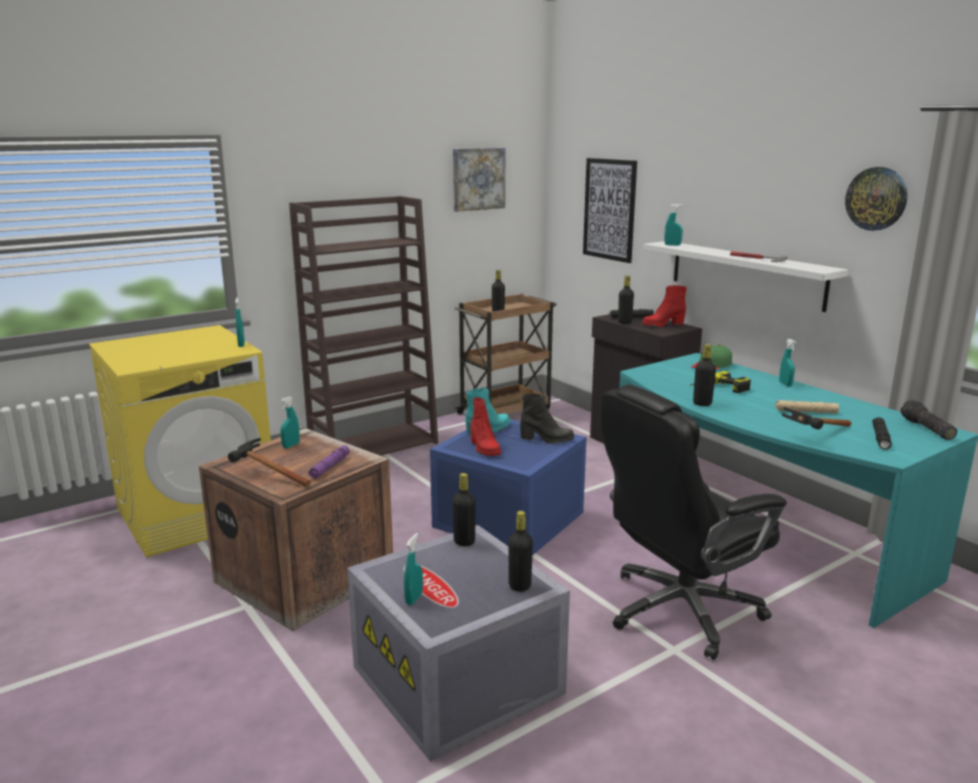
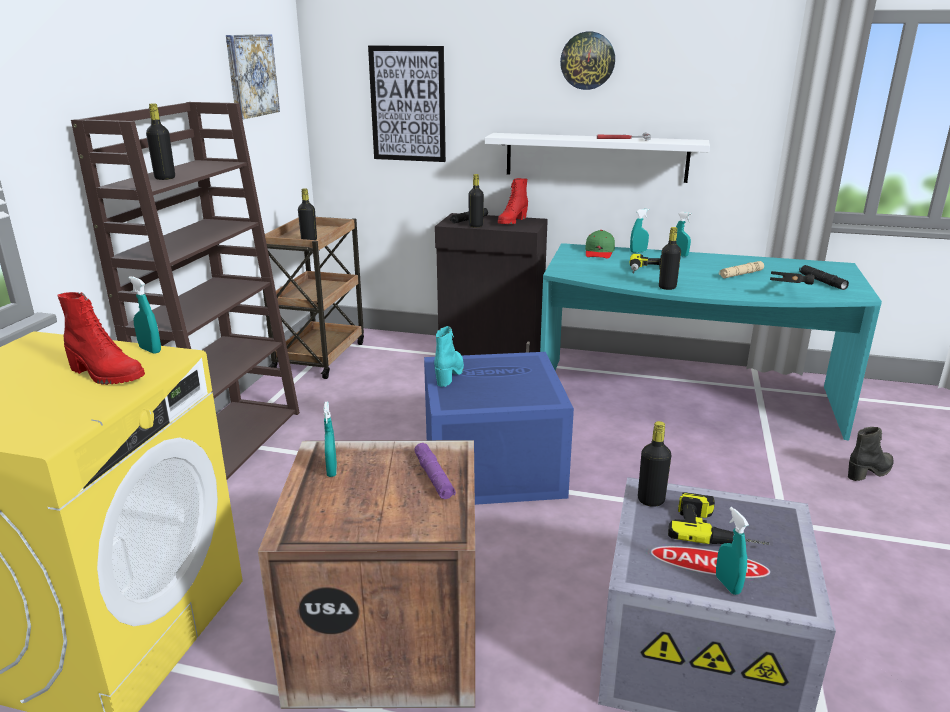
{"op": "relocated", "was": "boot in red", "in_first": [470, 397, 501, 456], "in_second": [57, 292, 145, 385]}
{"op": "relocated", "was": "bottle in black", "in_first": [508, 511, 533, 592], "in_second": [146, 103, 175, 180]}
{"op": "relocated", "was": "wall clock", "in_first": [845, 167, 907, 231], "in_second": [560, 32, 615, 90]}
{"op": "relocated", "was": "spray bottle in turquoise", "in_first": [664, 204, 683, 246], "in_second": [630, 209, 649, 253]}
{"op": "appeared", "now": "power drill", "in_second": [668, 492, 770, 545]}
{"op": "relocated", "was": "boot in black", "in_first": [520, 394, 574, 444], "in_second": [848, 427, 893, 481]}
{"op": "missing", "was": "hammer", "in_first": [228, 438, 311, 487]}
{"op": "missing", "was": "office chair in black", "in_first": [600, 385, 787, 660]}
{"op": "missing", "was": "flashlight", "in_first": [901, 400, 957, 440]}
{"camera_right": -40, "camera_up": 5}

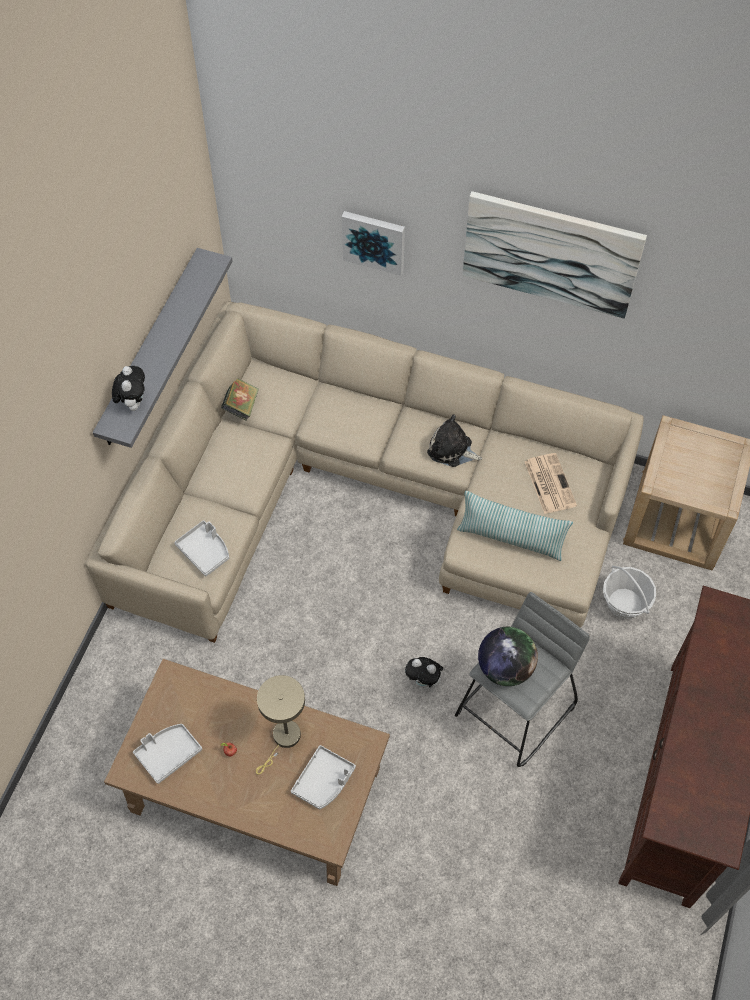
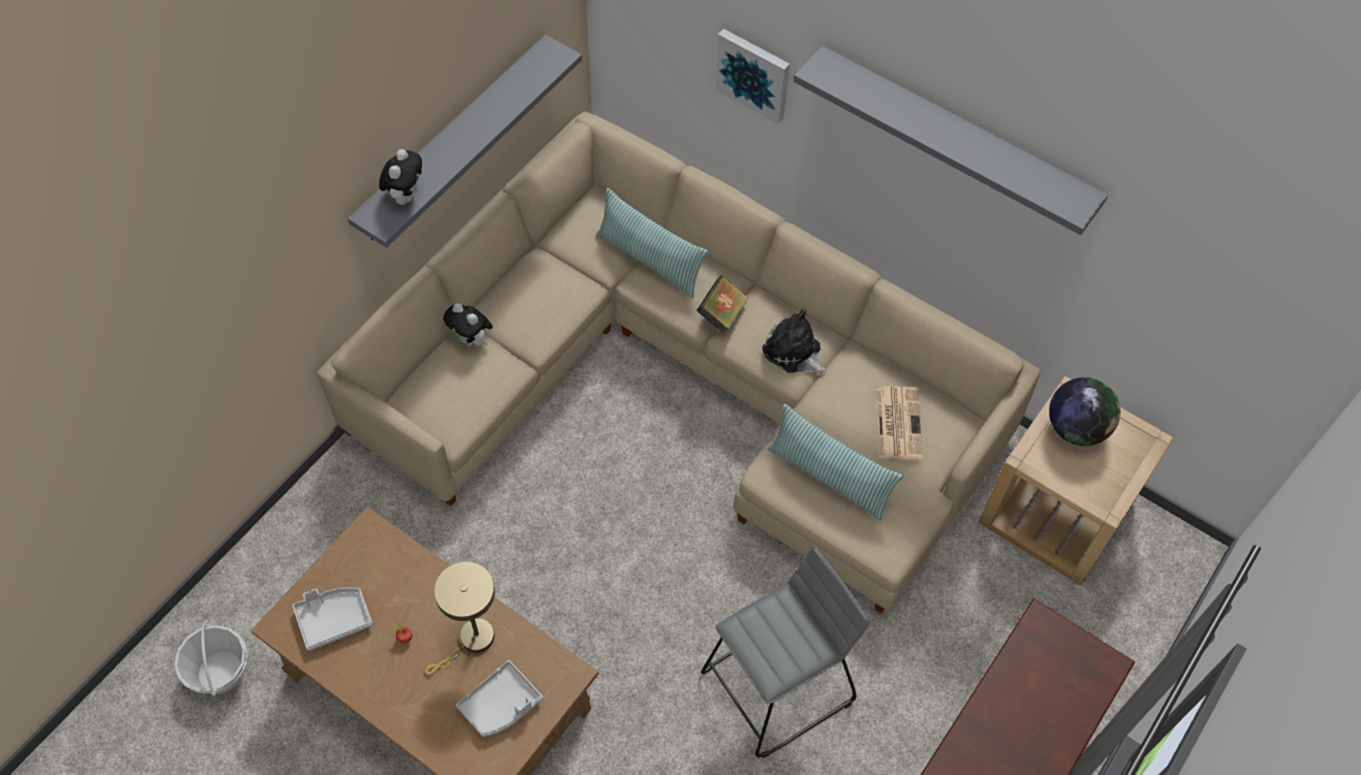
{"op": "relocated", "was": "basket", "in_first": [603, 565, 656, 619], "in_second": [174, 620, 248, 696]}
{"op": "relocated", "was": "plush toy", "in_first": [405, 657, 444, 688], "in_second": [443, 303, 493, 346]}
{"op": "appeared", "now": "pillow", "in_second": [596, 188, 708, 298]}
{"op": "relocated", "was": "book", "in_first": [221, 378, 259, 421], "in_second": [696, 275, 749, 334]}
{"op": "exchanged", "was": "picture", "now": "shelf in grey", "in_first": [463, 191, 647, 319], "in_second": [793, 45, 1108, 235]}
{"op": "relocated", "was": "globe", "in_first": [478, 627, 538, 686], "in_second": [1049, 377, 1120, 446]}
{"op": "missing", "was": "tray in grey", "in_first": [174, 520, 229, 576]}
{"camera_right": 15, "camera_up": 0}

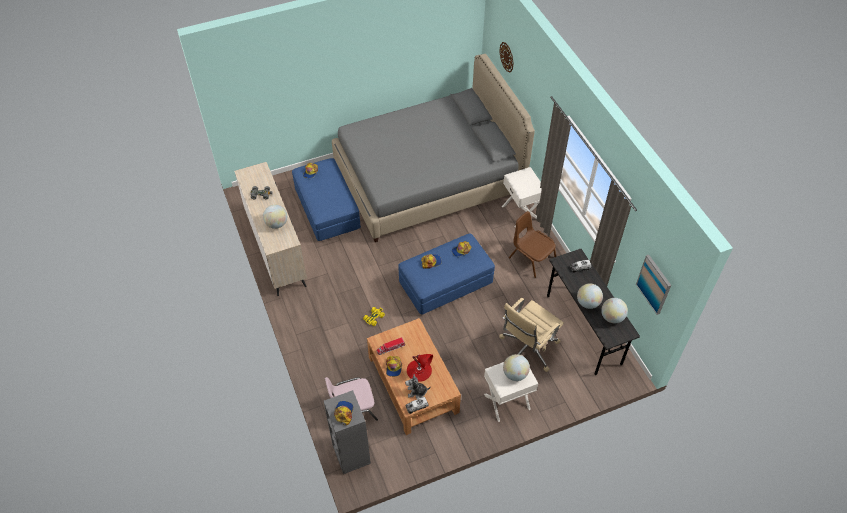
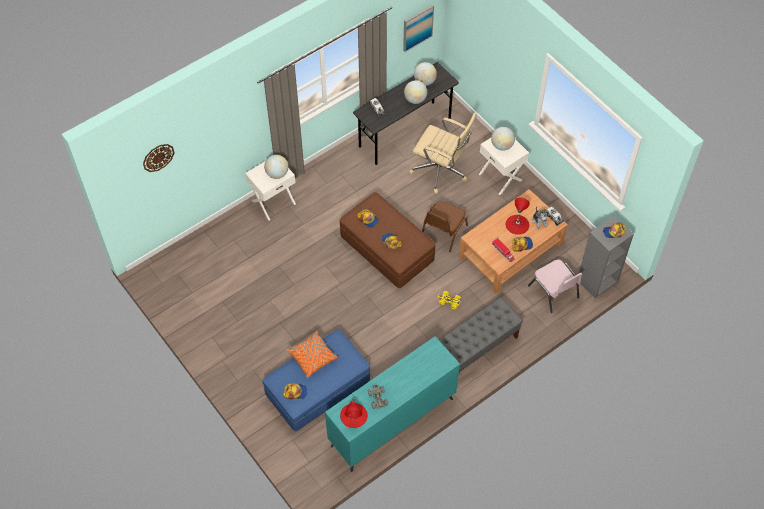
{"op": "relocated", "was": "globe", "in_first": [263, 204, 287, 229], "in_second": [264, 155, 288, 179]}
{"op": "appeared", "now": "pillow in orange", "in_second": [286, 331, 338, 378]}
{"op": "colour", "was": "dresser in beige", "now": "dresser in turquoise", "in_first": [234, 162, 307, 296], "in_second": [325, 336, 460, 472]}
{"op": "colour", "was": "ottoman in blue", "now": "ottoman in brown", "in_first": [398, 233, 495, 315], "in_second": [340, 192, 436, 288]}
{"op": "appeared", "now": "table lamp in red", "in_second": [340, 398, 368, 428]}
{"op": "relocated", "was": "chair in brown", "in_first": [509, 211, 556, 278], "in_second": [422, 201, 468, 252]}
{"op": "appeared", "now": "bench in grey", "in_second": [439, 297, 523, 372]}
{"op": "missing", "was": "bed in grey", "in_first": [332, 54, 535, 242]}
{"camera_right": -105, "camera_up": 5}

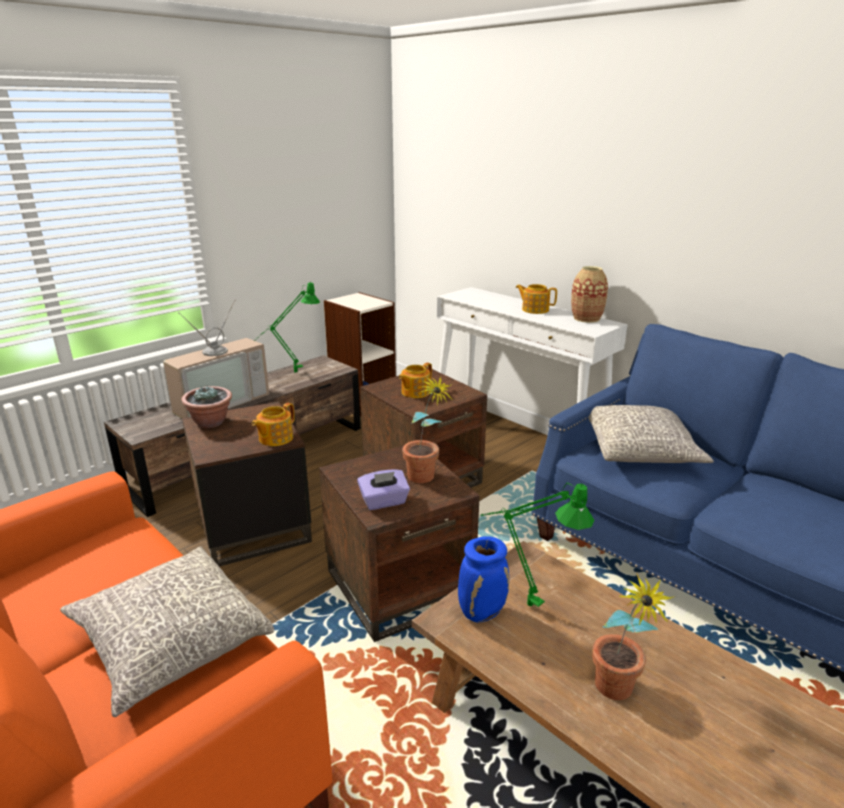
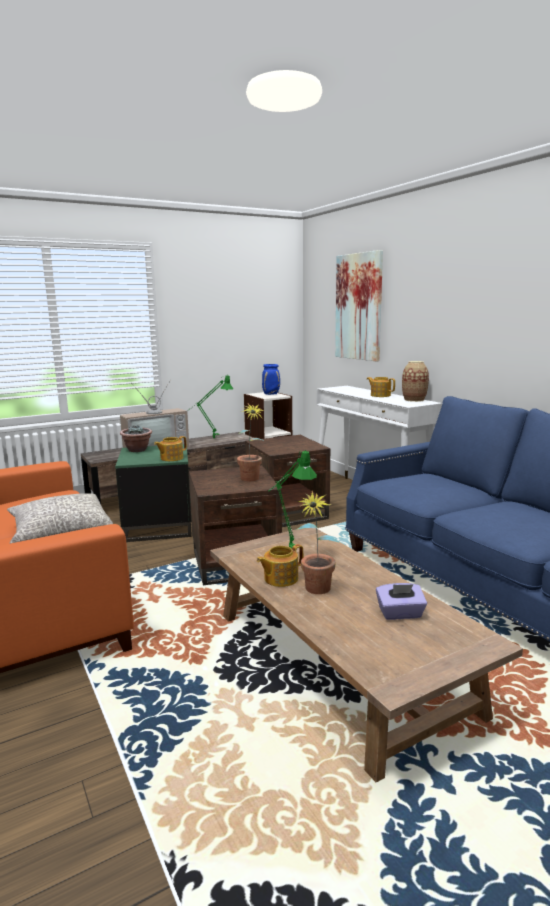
{"op": "colour", "was": "side table in brown", "now": "side table in green", "in_first": [182, 402, 312, 566], "in_second": [115, 444, 192, 542]}
{"op": "relocated", "was": "teapot", "in_first": [399, 363, 432, 398], "in_second": [257, 544, 303, 587]}
{"op": "relocated", "was": "vase in blue", "in_first": [458, 536, 509, 622], "in_second": [262, 364, 280, 395]}
{"op": "appeared", "now": "picture", "in_second": [335, 250, 383, 362]}
{"op": "relocated", "was": "tissue box in purple", "in_first": [357, 469, 410, 510], "in_second": [376, 583, 427, 620]}
{"op": "missing", "was": "pillow in grey", "in_first": [589, 405, 714, 463]}
{"camera_right": 15, "camera_up": -10}

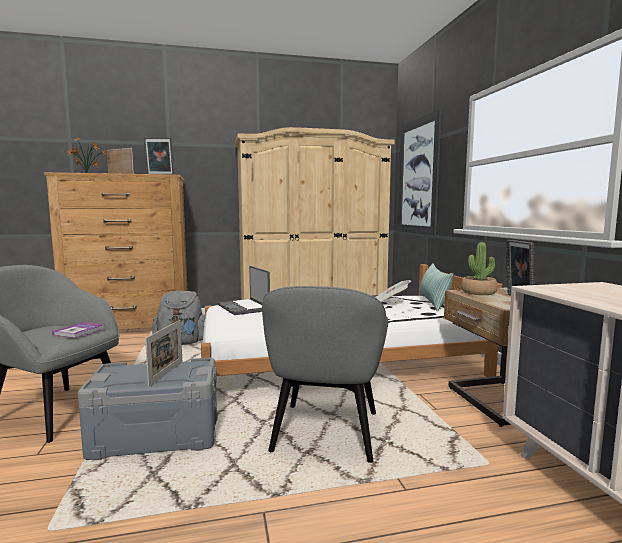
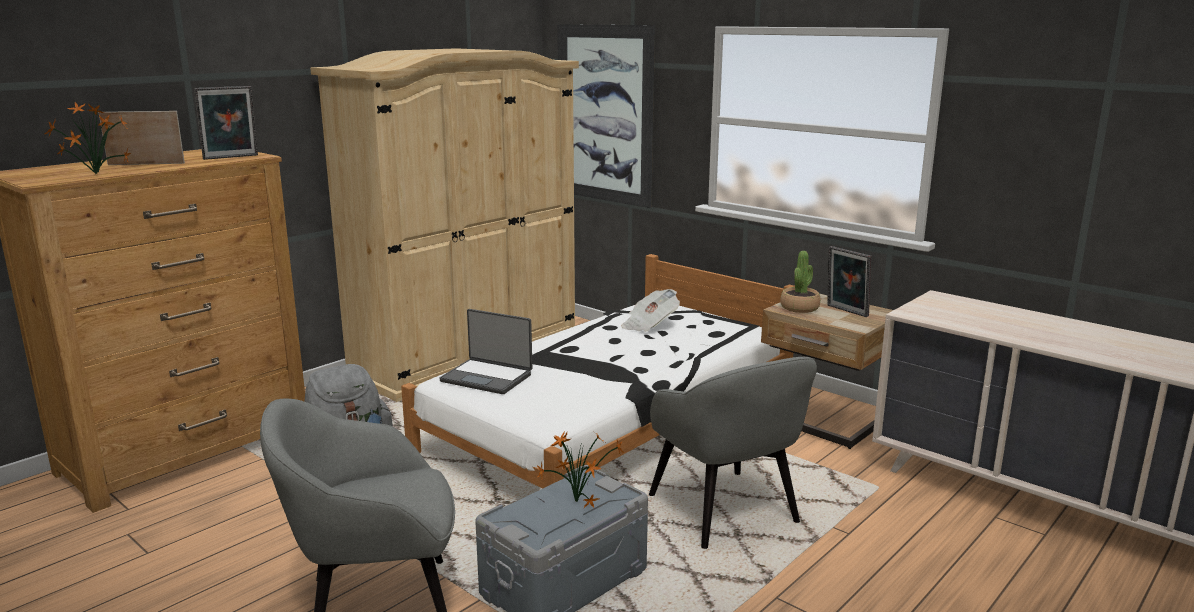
{"op": "exchanged", "was": "picture frame", "now": "potted plant", "in_first": [145, 320, 182, 387], "in_second": [537, 432, 624, 508]}
{"op": "missing", "was": "book", "in_first": [52, 322, 105, 338]}
{"op": "missing", "was": "pillow", "in_first": [420, 263, 453, 311]}
{"camera_right": -35, "camera_up": 10}

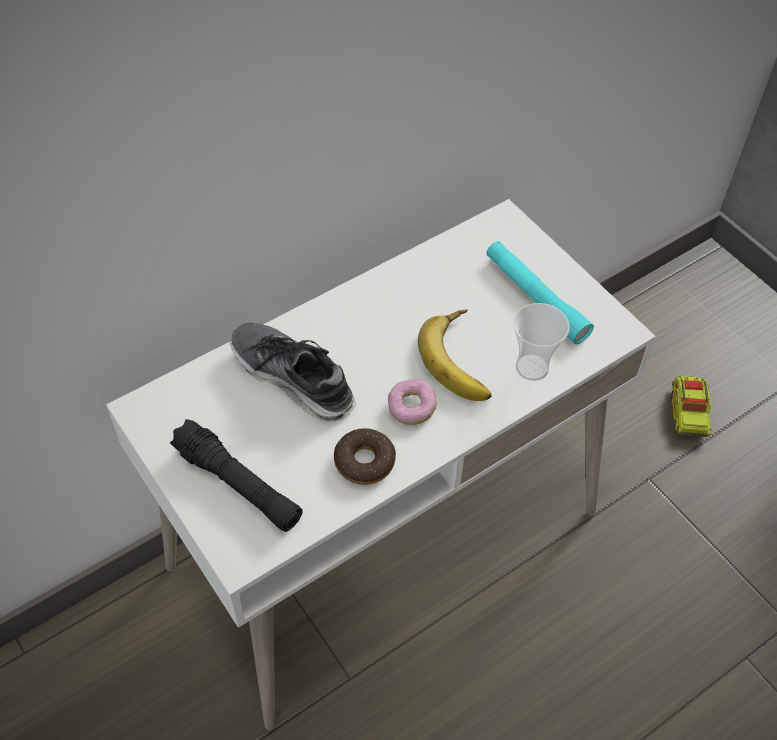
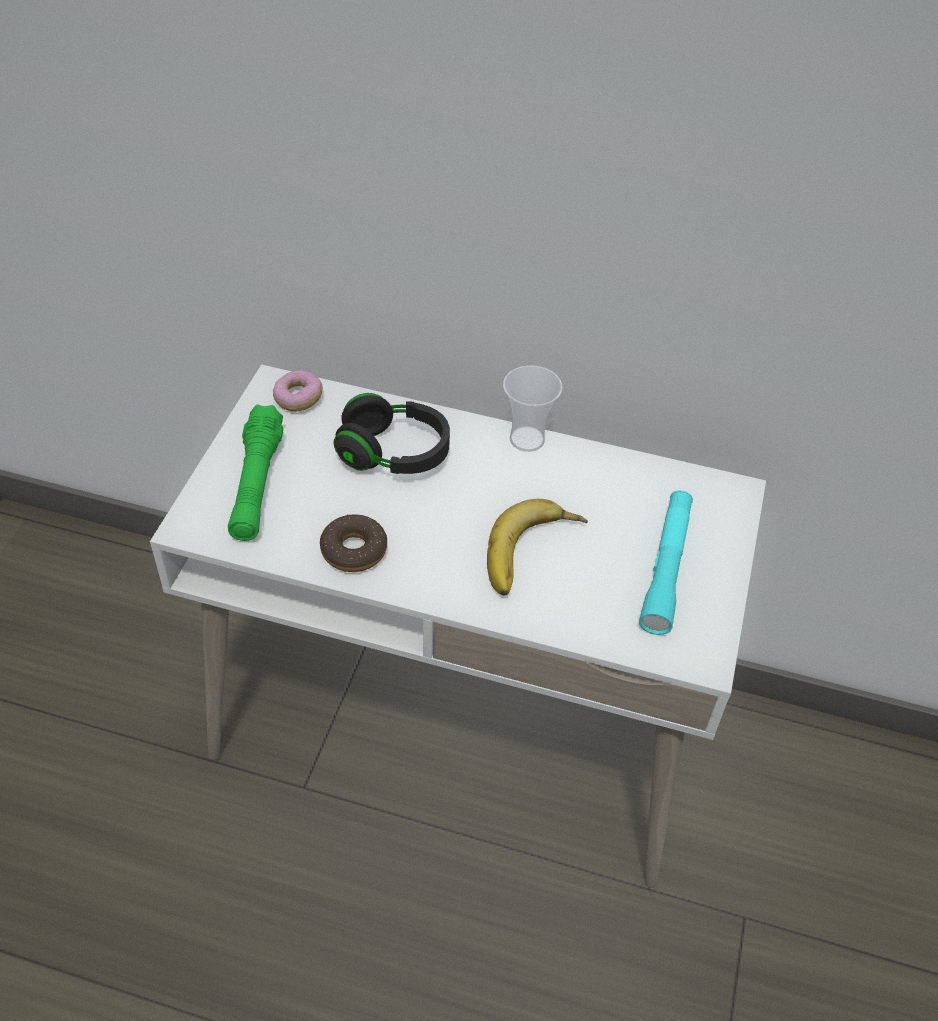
{"op": "colour", "was": "flashlight in black", "now": "flashlight in green", "in_first": [170, 419, 303, 532], "in_second": [228, 404, 283, 541]}
{"op": "relocated", "was": "donut", "in_first": [388, 379, 437, 425], "in_second": [273, 370, 323, 411]}
{"op": "exchanged", "was": "shoe", "now": "headphones in black", "in_first": [230, 322, 356, 421], "in_second": [334, 393, 450, 474]}
{"op": "relocated", "was": "cup", "in_first": [513, 303, 570, 381], "in_second": [503, 365, 562, 452]}
{"op": "missing", "was": "toy truck", "in_first": [671, 376, 711, 438]}
{"camera_right": 50, "camera_up": -5}

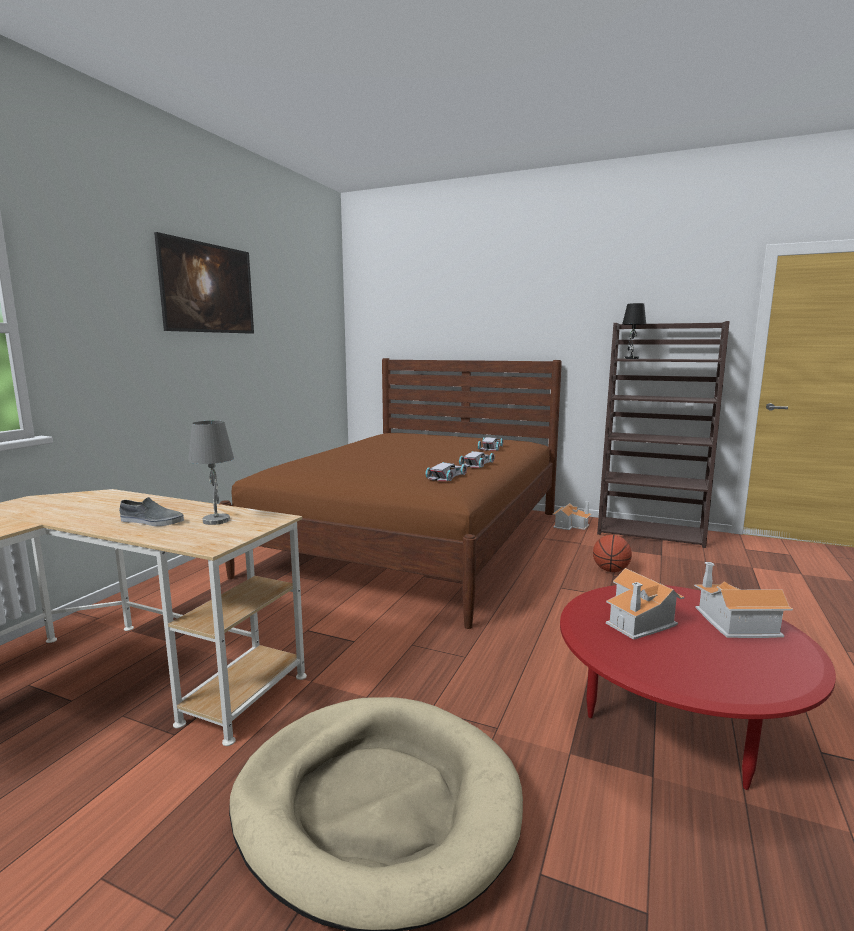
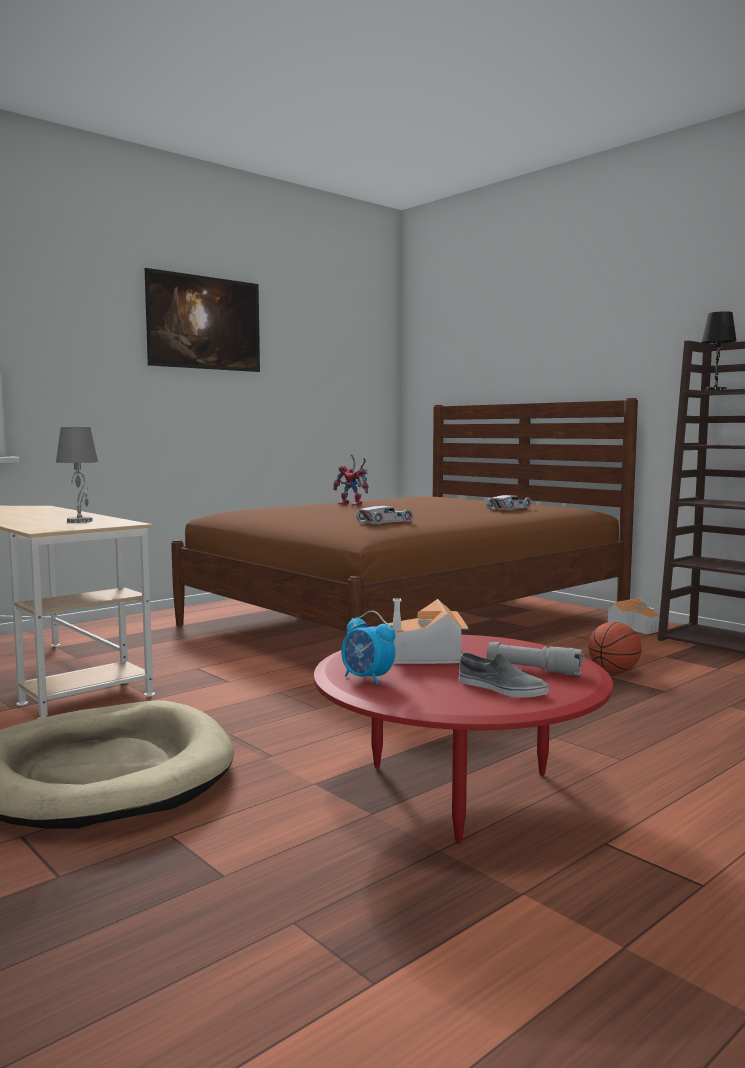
{"op": "appeared", "now": "toy robot", "in_second": [333, 454, 369, 506]}
{"op": "appeared", "now": "alarm clock", "in_second": [341, 611, 395, 685]}
{"op": "relocated", "was": "shoe in grey", "in_first": [119, 497, 184, 526], "in_second": [459, 652, 548, 698]}
{"op": "exchanged", "was": "toy house", "now": "flashlight in grey", "in_first": [694, 562, 793, 638], "in_second": [487, 642, 584, 676]}
{"op": "missing", "was": "toy car in white", "in_first": [459, 451, 495, 468]}
{"camera_right": 25, "camera_up": -5}

